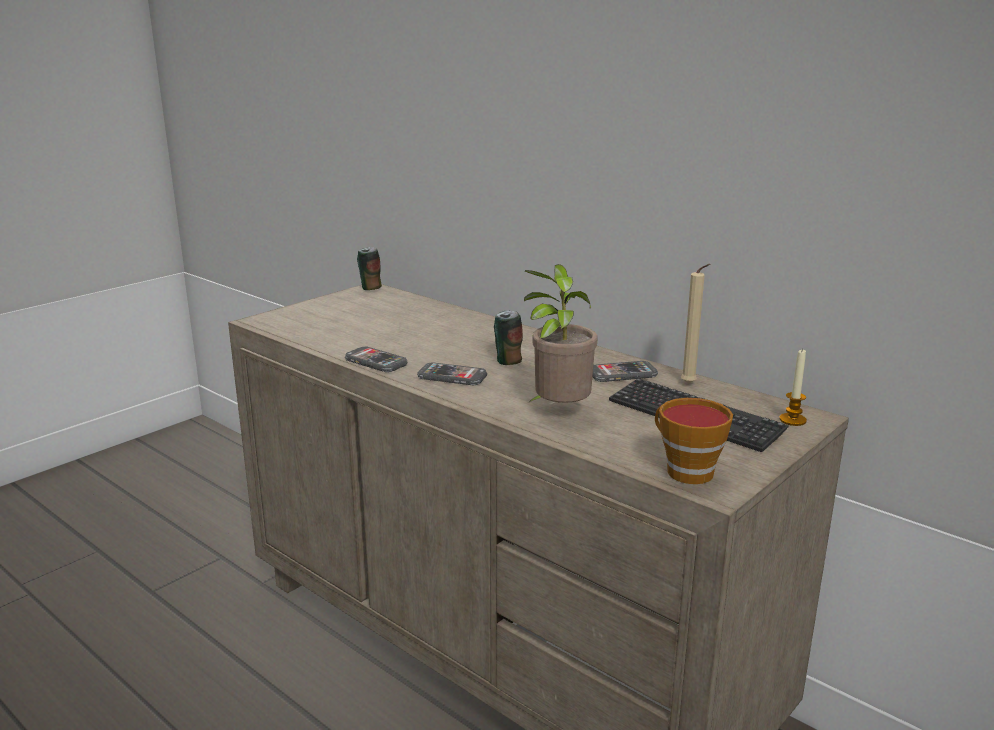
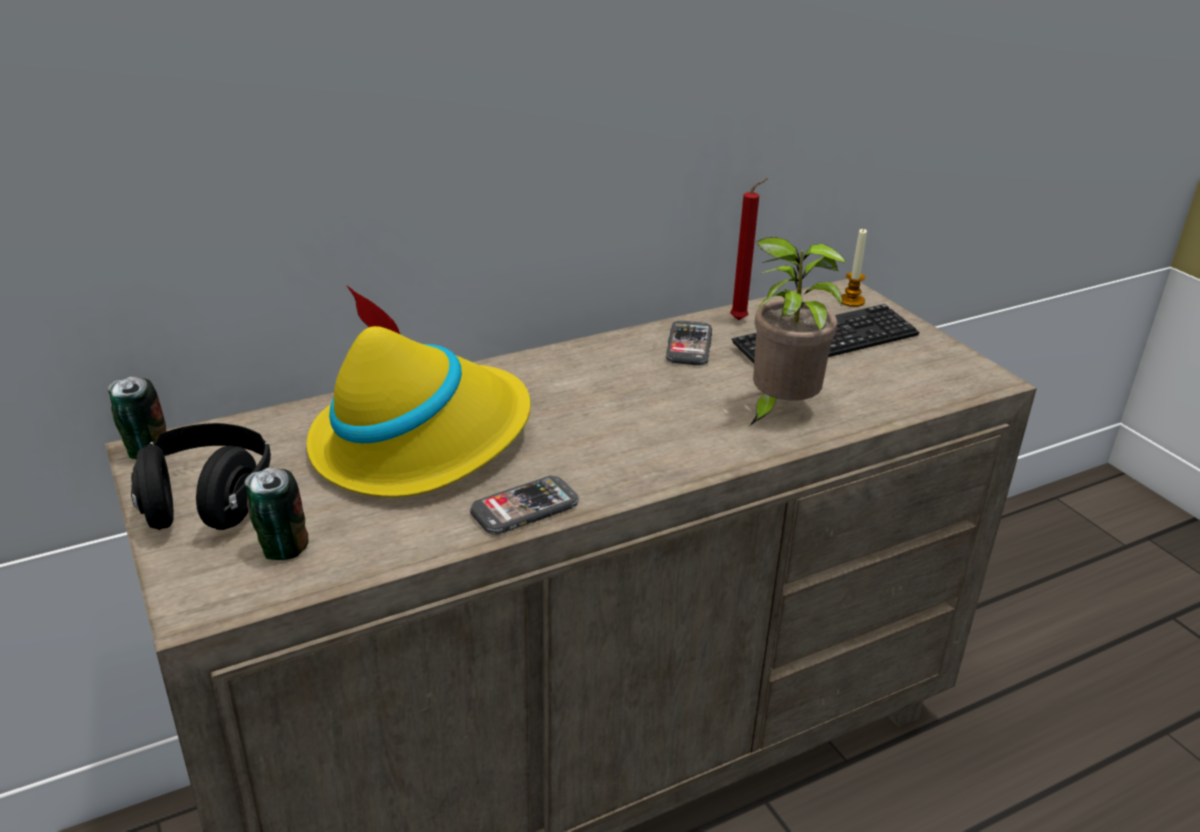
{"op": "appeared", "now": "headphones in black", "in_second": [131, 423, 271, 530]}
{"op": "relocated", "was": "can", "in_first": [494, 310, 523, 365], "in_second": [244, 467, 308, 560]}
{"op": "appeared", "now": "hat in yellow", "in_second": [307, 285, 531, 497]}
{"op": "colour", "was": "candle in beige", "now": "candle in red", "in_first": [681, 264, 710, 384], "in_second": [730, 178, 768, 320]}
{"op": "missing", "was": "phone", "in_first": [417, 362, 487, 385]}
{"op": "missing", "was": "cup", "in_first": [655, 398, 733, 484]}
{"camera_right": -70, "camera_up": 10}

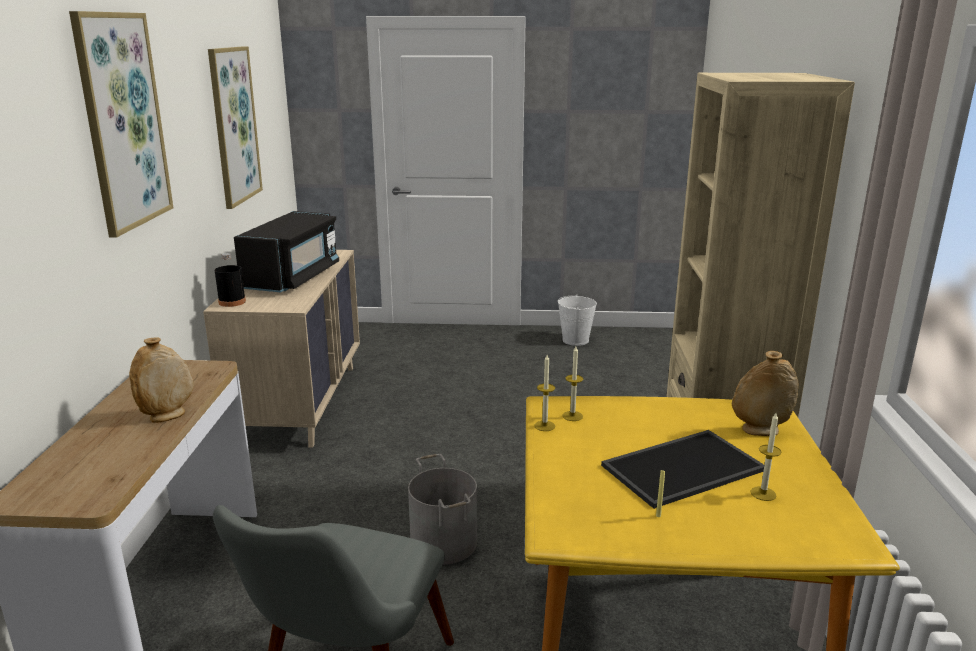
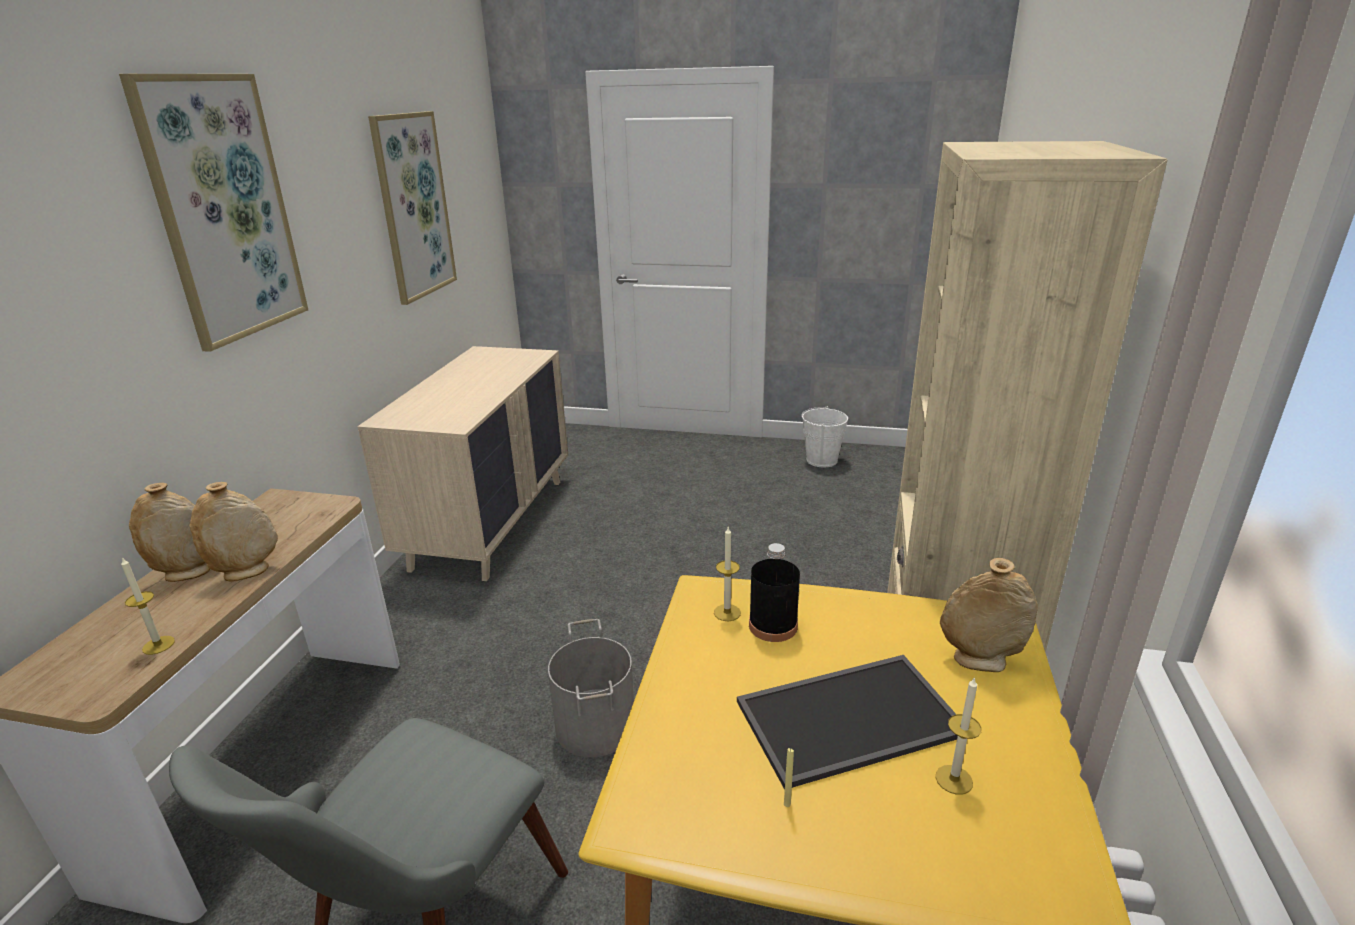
{"op": "relocated", "was": "candle", "in_first": [534, 355, 556, 431], "in_second": [121, 557, 175, 655]}
{"op": "appeared", "now": "vase in beige", "in_second": [129, 483, 210, 582]}
{"op": "relocated", "was": "bottle in black", "in_first": [215, 253, 246, 307], "in_second": [749, 543, 800, 642]}
{"op": "missing", "was": "microwave in black", "in_first": [234, 211, 339, 292]}
{"camera_right": 10, "camera_up": 5}

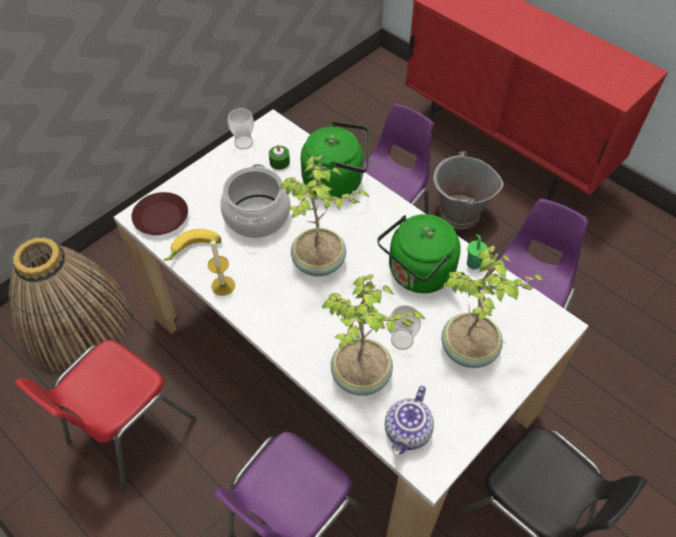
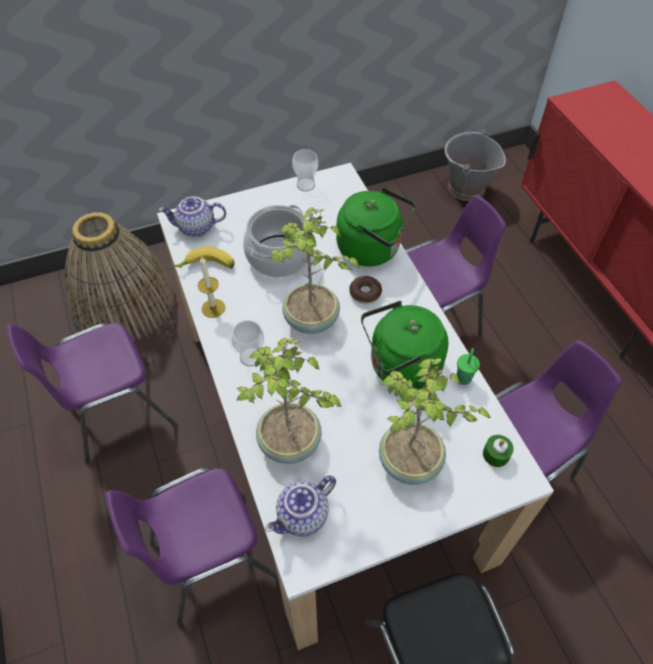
{"op": "colour", "was": "chair in red", "now": "chair in purple", "in_first": [15, 340, 196, 492], "in_second": [6, 323, 177, 463]}
{"op": "exchanged", "was": "plate in brown", "now": "teapot", "in_first": [132, 192, 188, 235], "in_second": [159, 196, 226, 237]}
{"op": "relocated", "was": "cup", "in_first": [390, 305, 421, 350], "in_second": [231, 320, 264, 367]}
{"op": "appeared", "now": "donut", "in_second": [349, 276, 382, 304]}
{"op": "relocated", "was": "bucket in grey", "in_first": [433, 151, 503, 229], "in_second": [445, 129, 506, 201]}
{"op": "relocated", "was": "candle in green", "in_first": [269, 145, 290, 170], "in_second": [483, 435, 514, 467]}
{"camera_right": 25, "camera_up": 0}

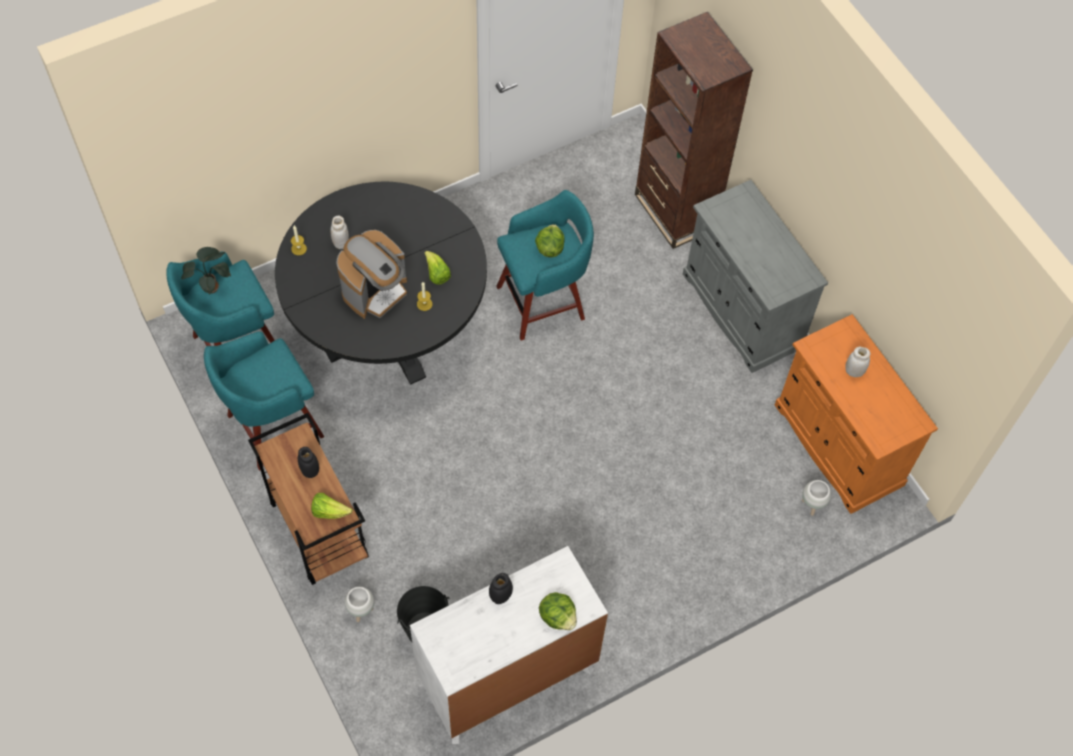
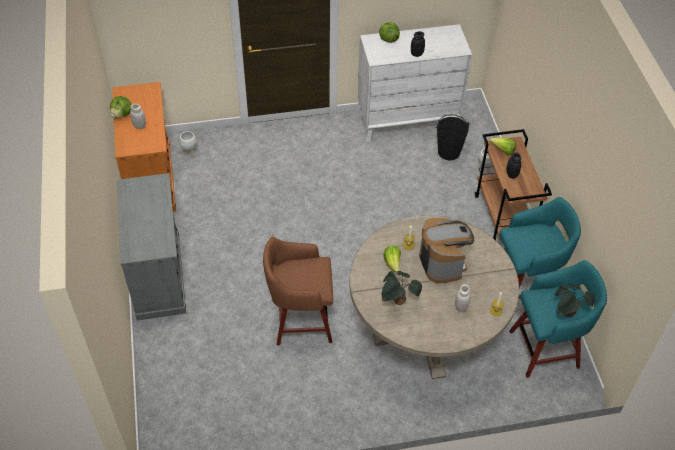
{"op": "relocated", "was": "lettuce", "in_first": [535, 224, 565, 257], "in_second": [110, 96, 132, 118]}
{"op": "colour", "was": "stool in turquoise", "now": "stool in brown", "in_first": [496, 190, 594, 341], "in_second": [263, 236, 333, 345]}
{"op": "colour", "was": "dining table in black", "now": "dining table in beige", "in_first": [275, 182, 487, 385], "in_second": [349, 215, 519, 379]}
{"op": "appeared", "now": "potted plant", "in_second": [382, 271, 422, 305]}
{"op": "spun", "was": "coffee machine", "in_first": [336, 230, 407, 319], "in_second": [419, 218, 474, 283], "clockwise": 105}
{"op": "missing", "was": "bookcase in brown", "in_first": [635, 12, 753, 249]}
{"camera_right": -160, "camera_up": -10}

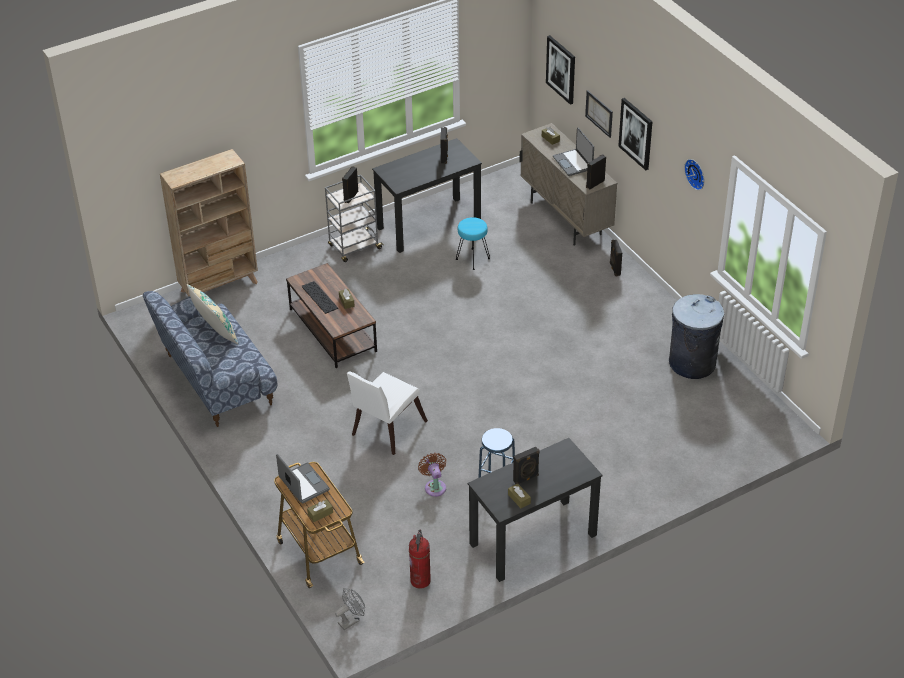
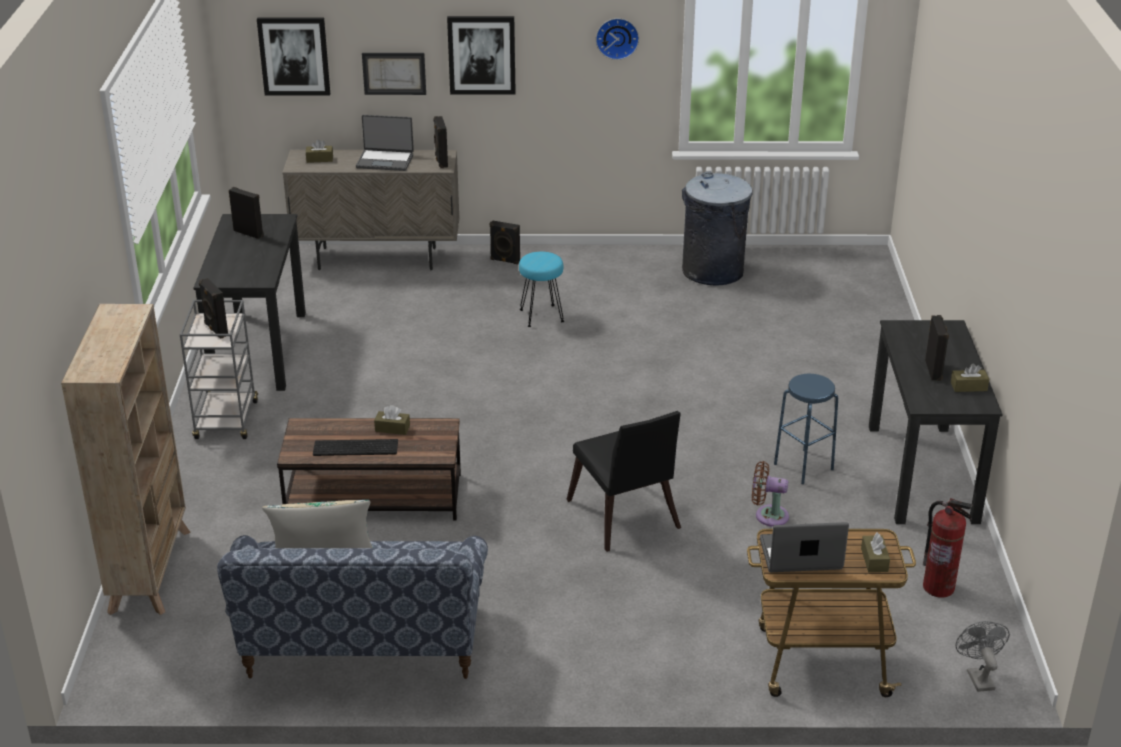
{"op": "relocated", "was": "stool in turquoise", "in_first": [456, 217, 490, 270], "in_second": [519, 252, 564, 327]}
{"op": "colour", "was": "chair in white", "now": "chair in black", "in_first": [347, 371, 428, 455], "in_second": [566, 411, 681, 552]}
{"camera_right": -60, "camera_up": -10}

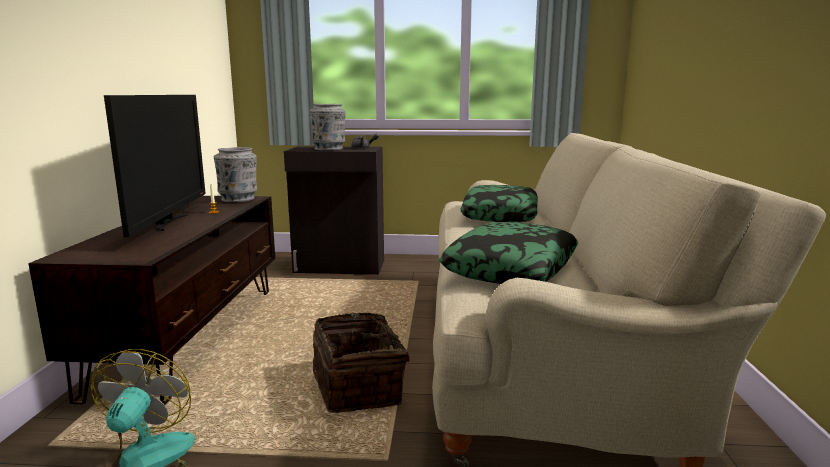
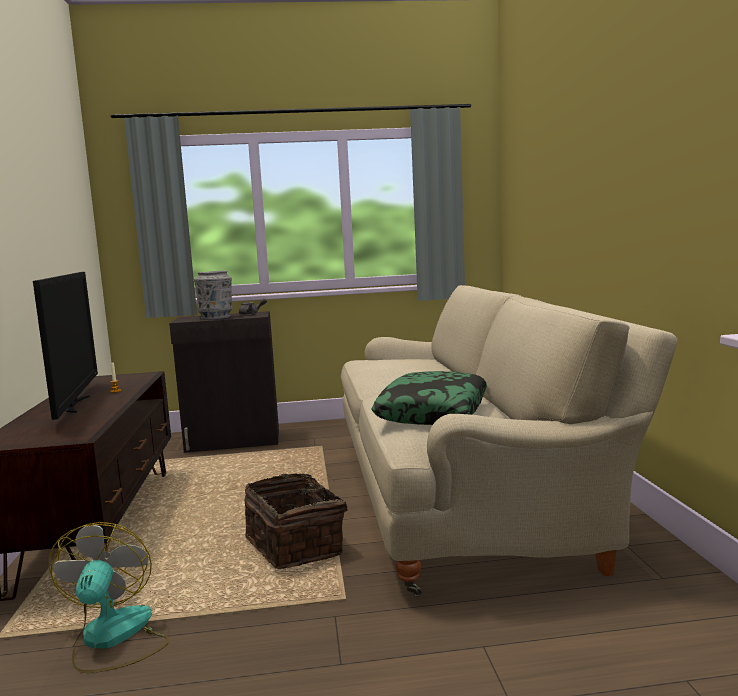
{"op": "missing", "was": "vase in grey", "in_first": [214, 147, 257, 202]}
{"op": "missing", "was": "pillow", "in_first": [460, 185, 538, 222]}
{"camera_right": -10, "camera_up": -5}

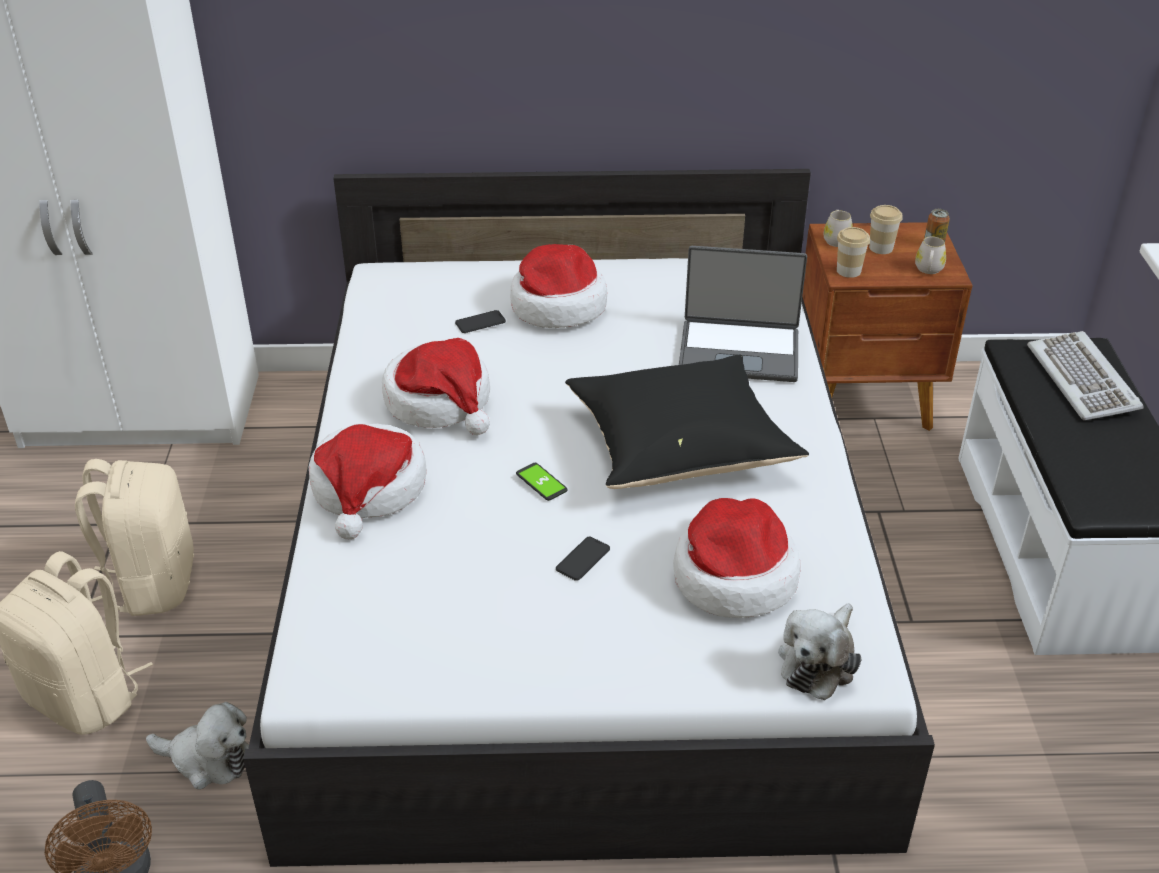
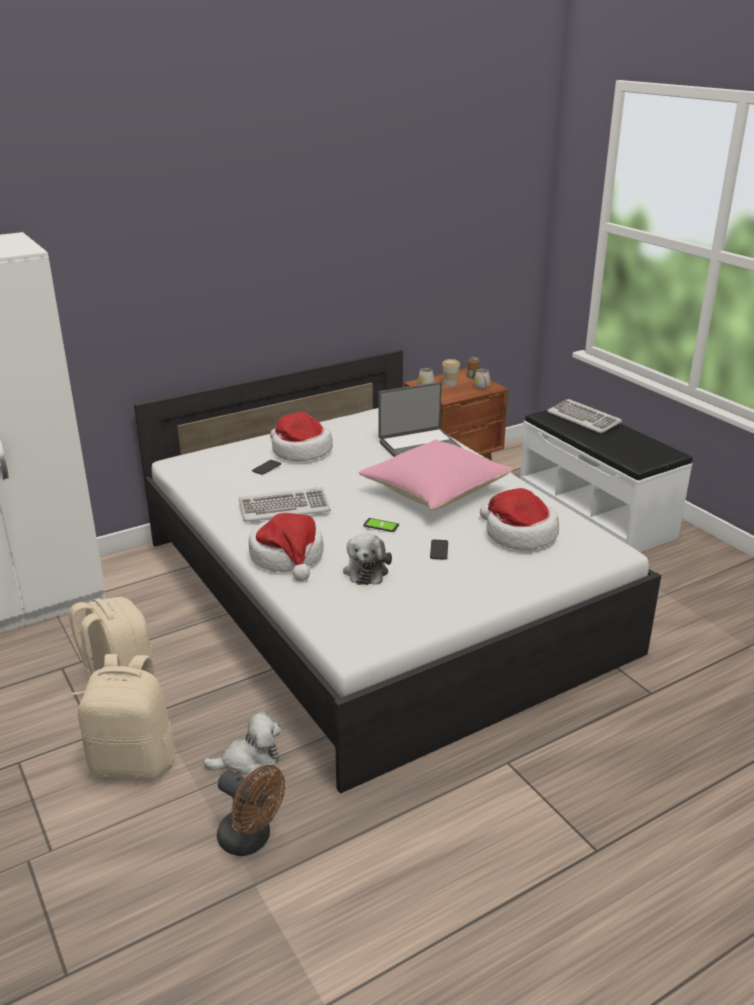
{"op": "exchanged", "was": "hat", "now": "keyboard", "in_first": [382, 338, 490, 435], "in_second": [239, 487, 331, 522]}
{"op": "relocated", "was": "plush toy", "in_first": [778, 603, 861, 700], "in_second": [343, 533, 392, 585]}
{"op": "colour", "was": "pillow in black", "now": "pillow in pink", "in_first": [565, 355, 809, 489], "in_second": [359, 439, 513, 510]}
{"op": "missing", "was": "cup", "in_first": [837, 227, 870, 278]}
{"camera_right": -30, "camera_up": -10}

